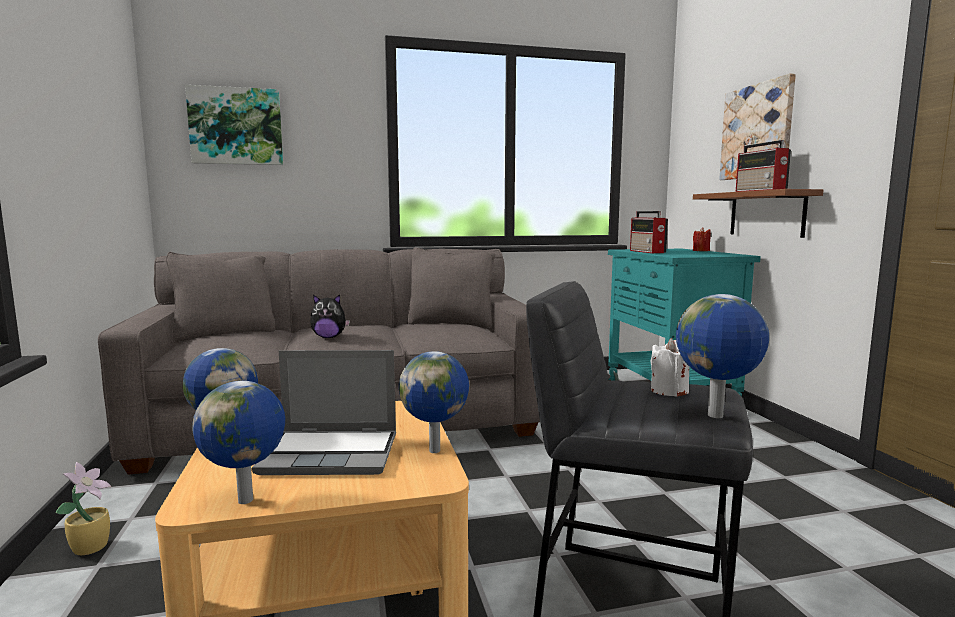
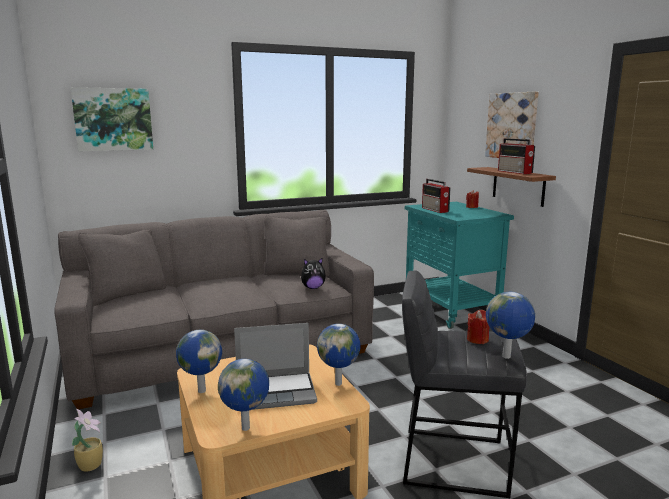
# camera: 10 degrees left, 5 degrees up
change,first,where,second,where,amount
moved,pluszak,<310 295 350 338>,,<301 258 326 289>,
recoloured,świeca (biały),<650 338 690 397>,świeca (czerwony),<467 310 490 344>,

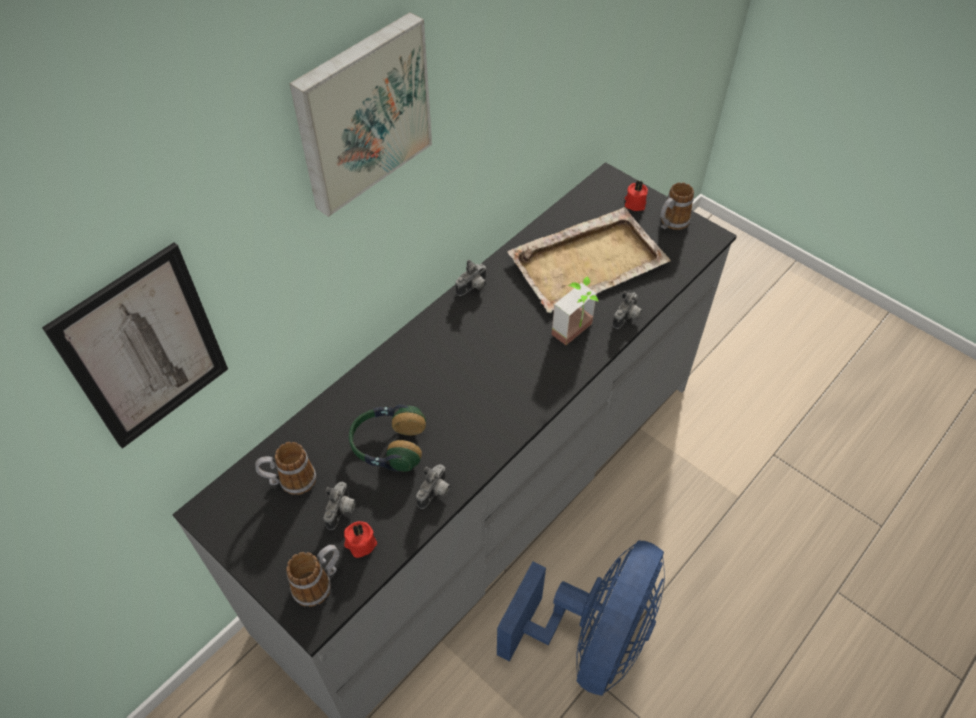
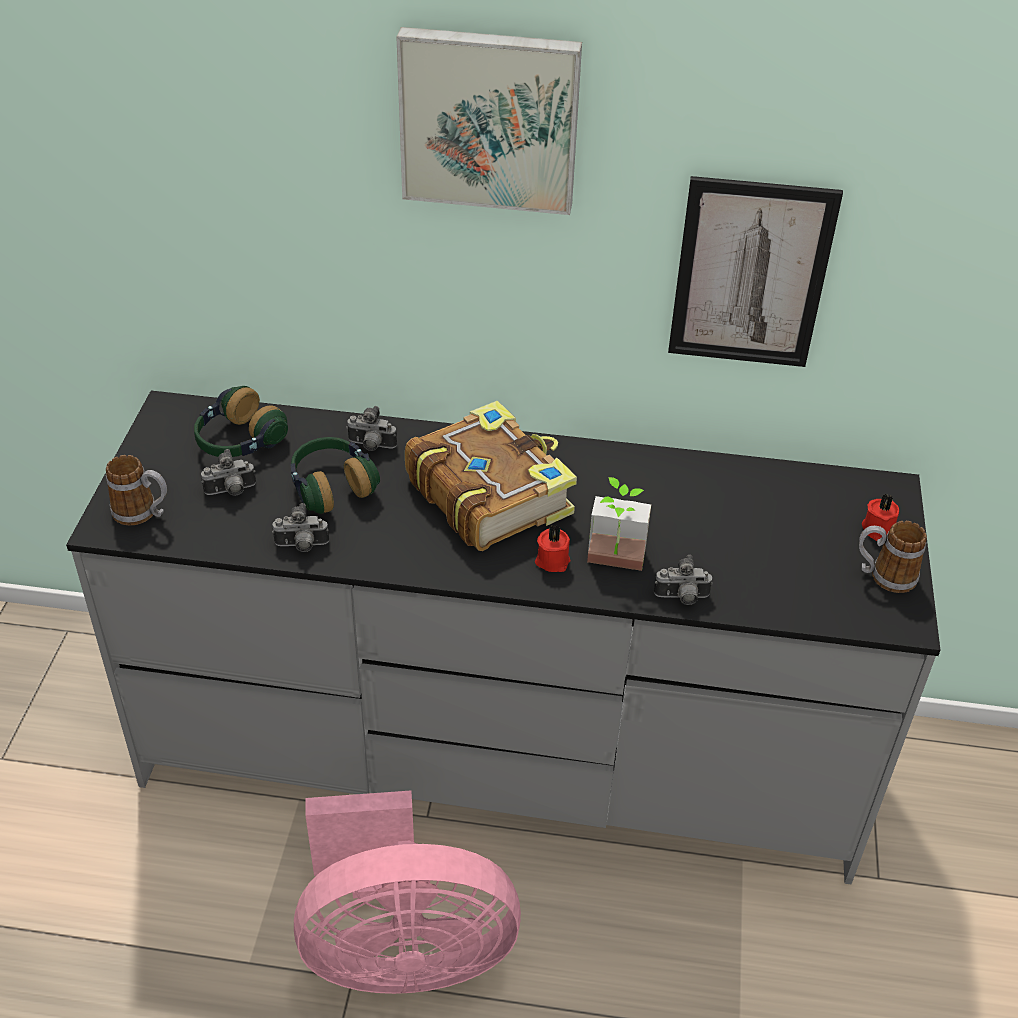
# camera: 55 degrees right, 10 degrees down
change,first,where,second,where,amount
removed,taca (beżowy),<508 207 671 313>,,,
moved,obraz,<42 242 228 449>,,<668 176 843 367>,
moved,aparat fotograficzny,<456 260 487 296>,,<346 406 397 451>,
replaced,kubek,<255 442 316 495>,słuchawki,<194 386 288 457>,
moved,świeca (czerwony),<344 521 377 558>,,<535 525 570 572>,
recoloured,wentylator (niebieski),<497 540 665 696>,wentylator (różowy),<294 790 521 994>,
added,,,książka,<405 400 577 551>,

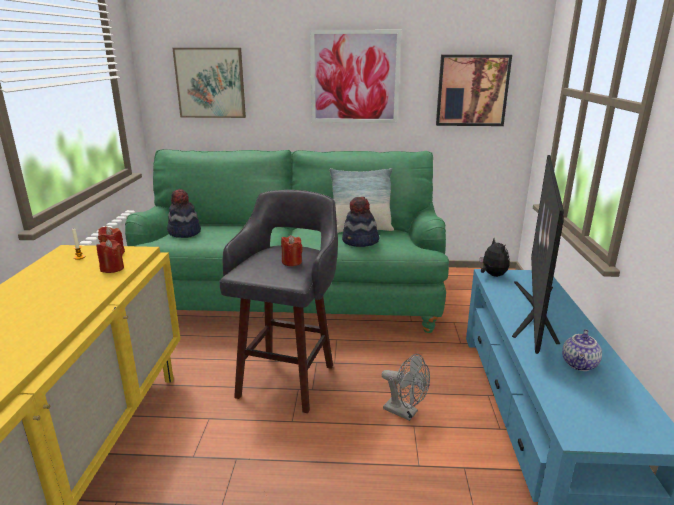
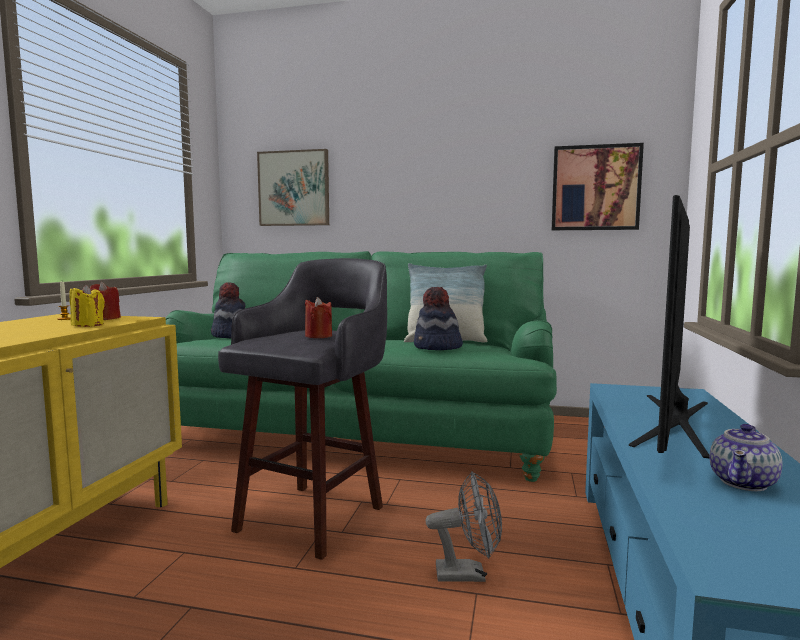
# camera: 10 degrees right, 15 degrees down
change,first,where,second,where,amount
removed,obraz,<310 30 401 123>,,,
removed,pluszak,<480 238 510 277>,,,
recoloured,świeca (czerwony),<97 239 124 273>,świeca (żółty),<69 285 105 327>,
turned,wentylator (szary),<381 354 430 421>,,<426 471 502 582>,45 degrees counterclockwise

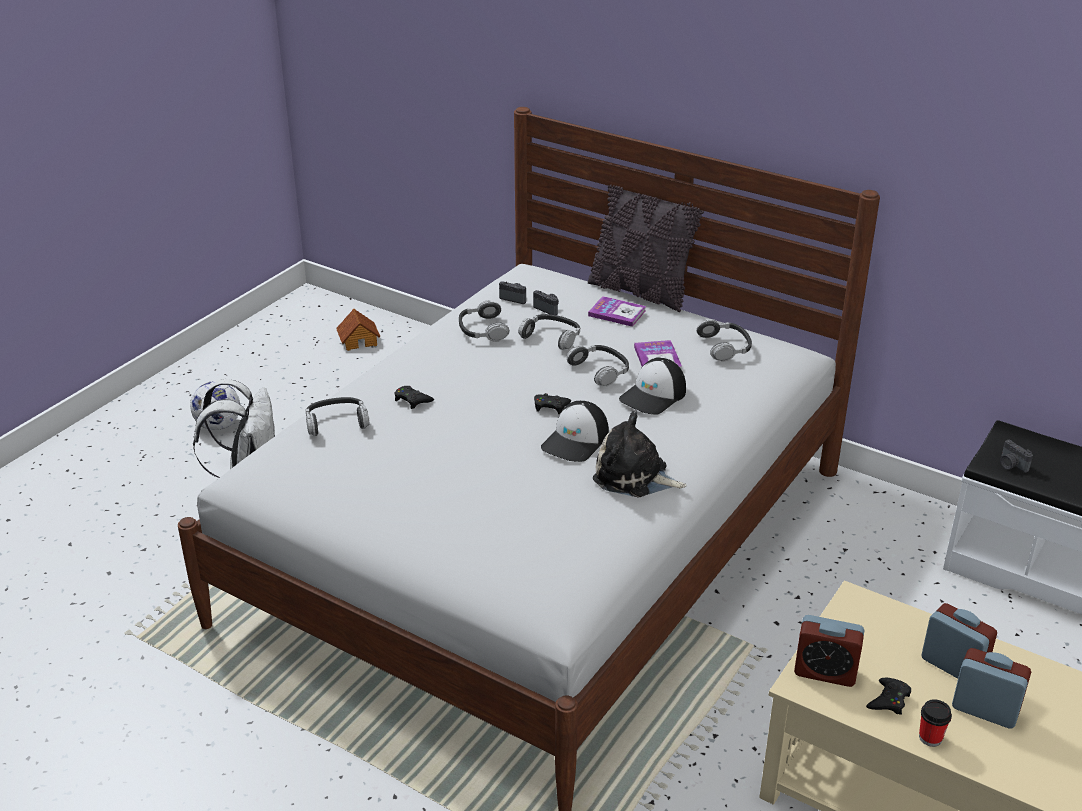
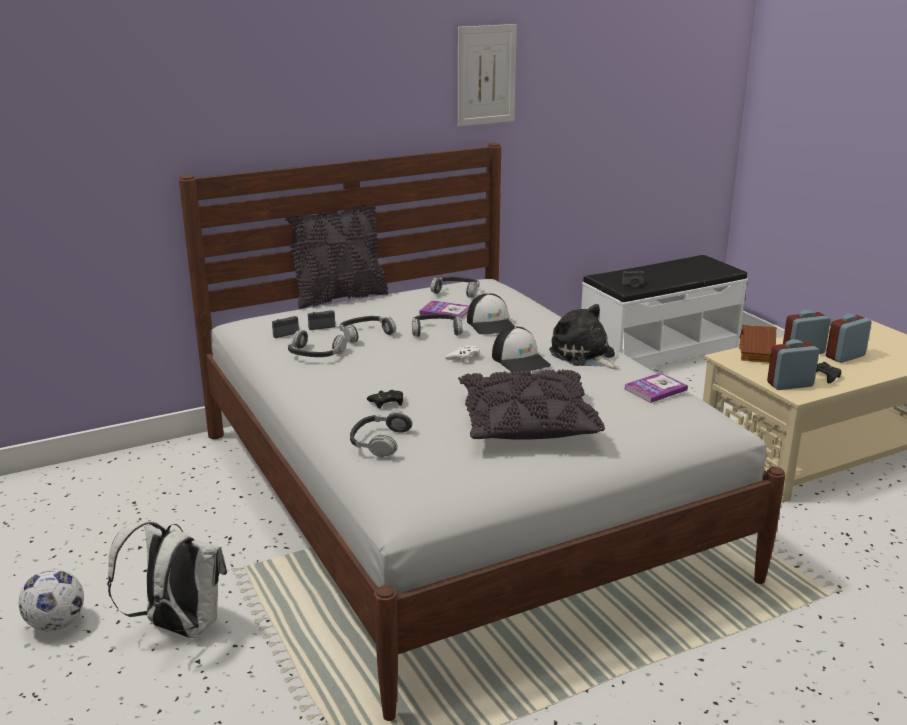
# camera: 60 degrees left, 10 degrees down
change,first,where,second,where,amount
moved,książka,<588 296 646 327>,,<624 372 688 403>,
moved,domek,<336 308 381 351>,,<739 325 777 363>,
recoloured,pad do gier (czarny),<534 393 571 414>,pad do gier (biały),<445 345 480 363>,
turned,pluszak,<593 411 687 497>,,<549 304 619 369>,90 degrees clockwise
turned,budzik,<794 615 865 687>,,<767 339 819 390>,150 degrees counterclockwise
removed,filiżanka,<919 699 952 747>,,,
added,,,obraz,<458 24 517 126>,
added,,,poduszka (czarny),<458 369 605 440>,

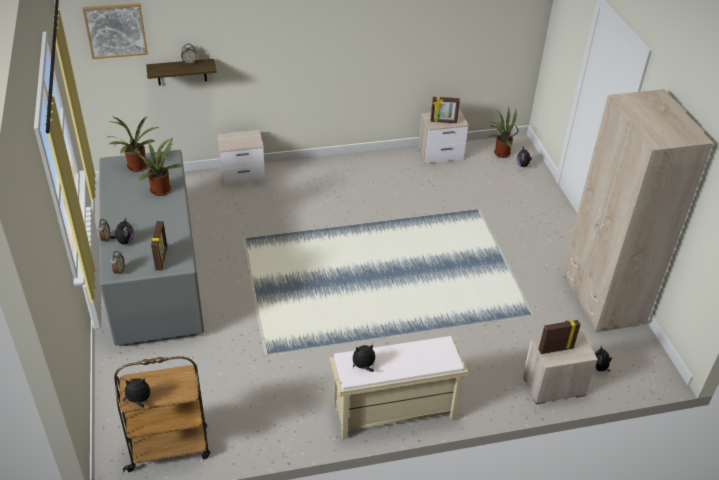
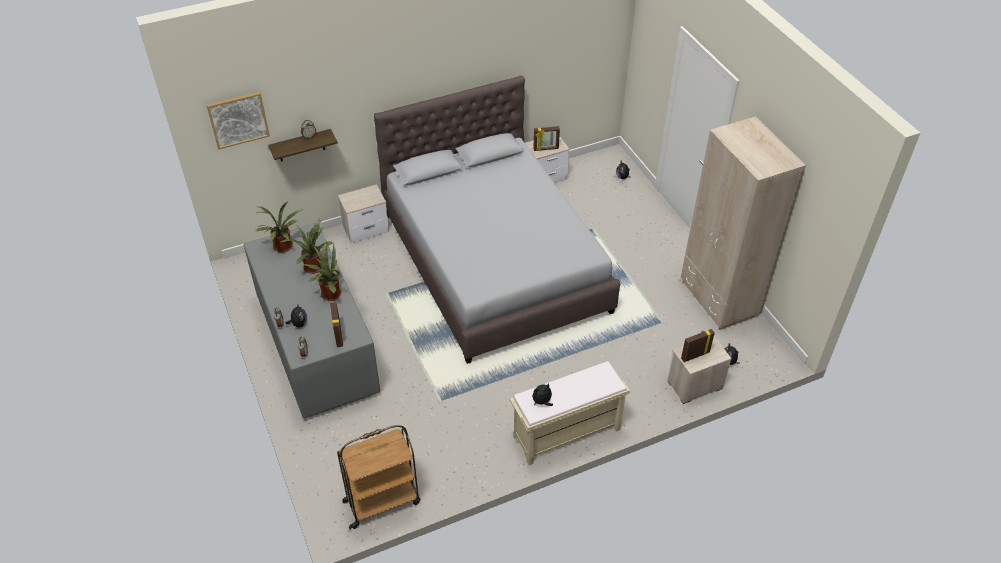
# camera: 10 degrees left, 5 degrees up
change,first,where,second,where,amount
moved,roślina doniczkowa,<488 106 519 158>,,<303 243 341 301>,
removed,pluszak,<122 378 150 408>,,,
added,,,łóżko (szary),<374 76 620 364>,

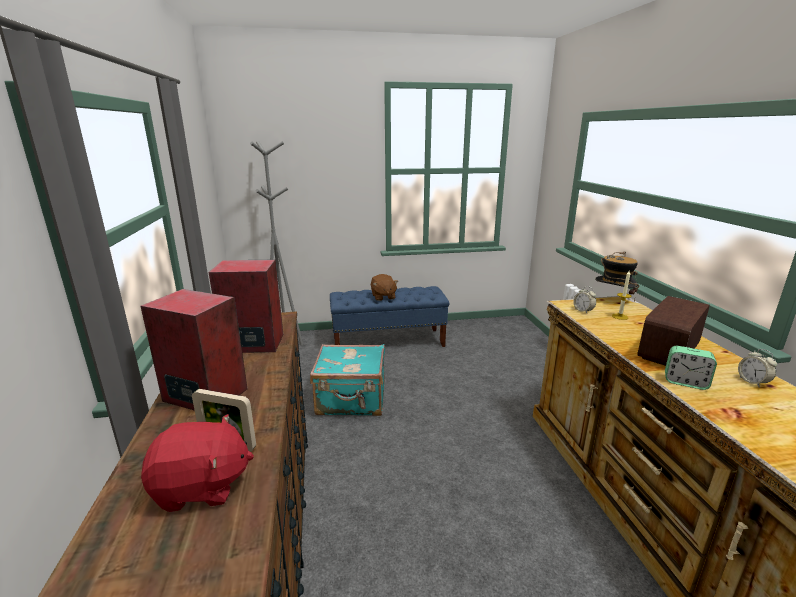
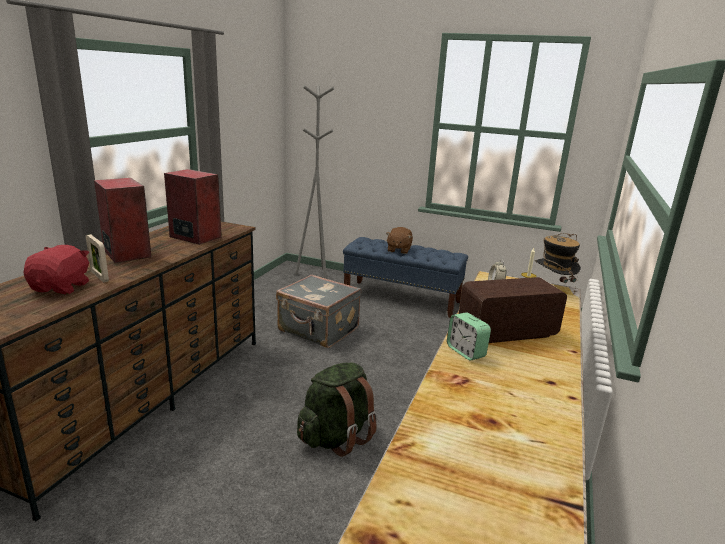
# camera: 30 degrees right, 0 degrees up
change,first,where,second,where,amount
recoloured,walizka (turkusowy),<310 344 385 416>,walizka (szary),<276 274 361 348>,
removed,budzik,<738 349 777 387>,,,
turned,pluszak (czerwony),<141 414 254 512>,,<23 245 89 295>,105 degrees counterclockwise
added,,,plecak (zielony),<297 362 377 457>,

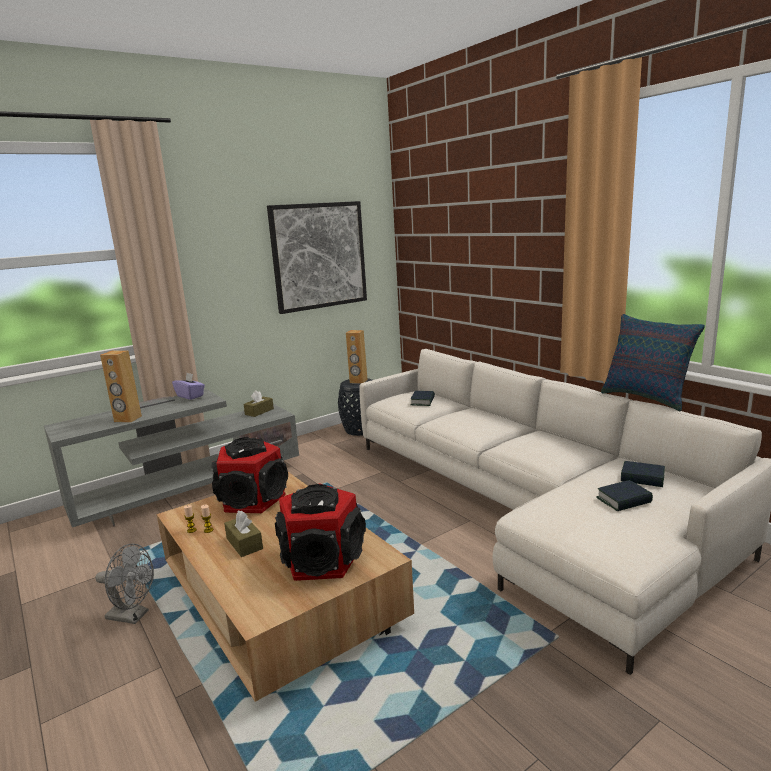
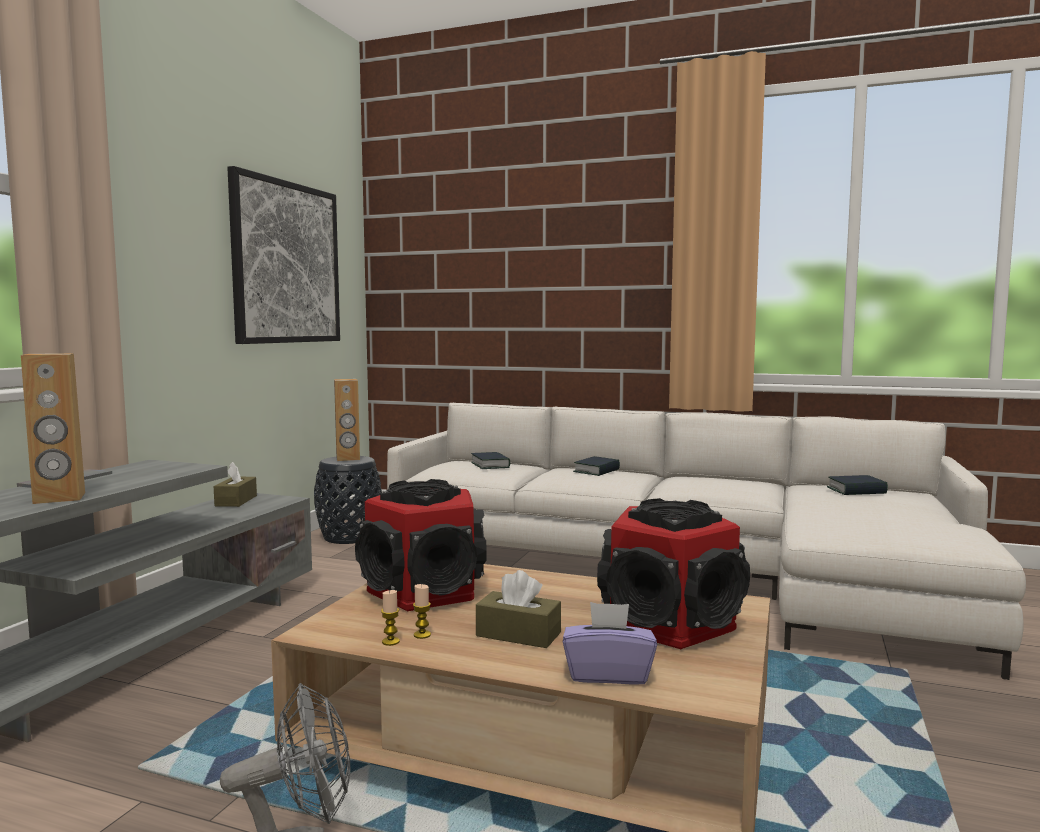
# camera: 35 degrees left, 10 degrees down
change,first,where,second,where,amount
removed,poduszka (niebieski),<601 314 705 411>,,,
moved,pudełko chusteczek (fioletowy),<172 373 205 400>,,<563 602 657 685>,
moved,książka,<596 480 653 511>,,<573 456 620 476>,

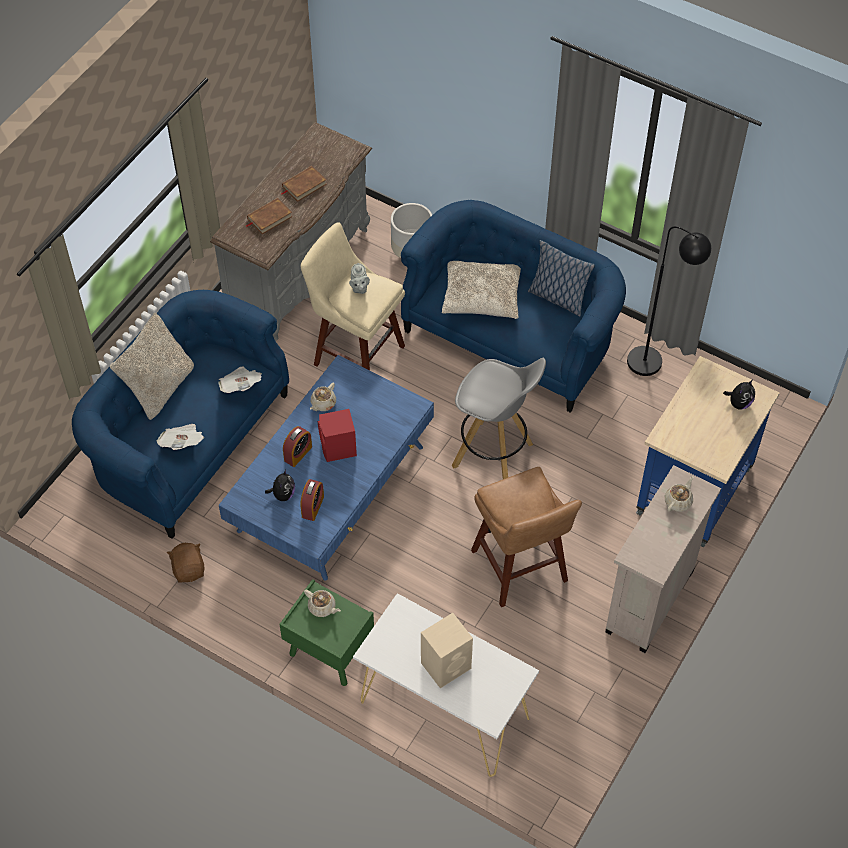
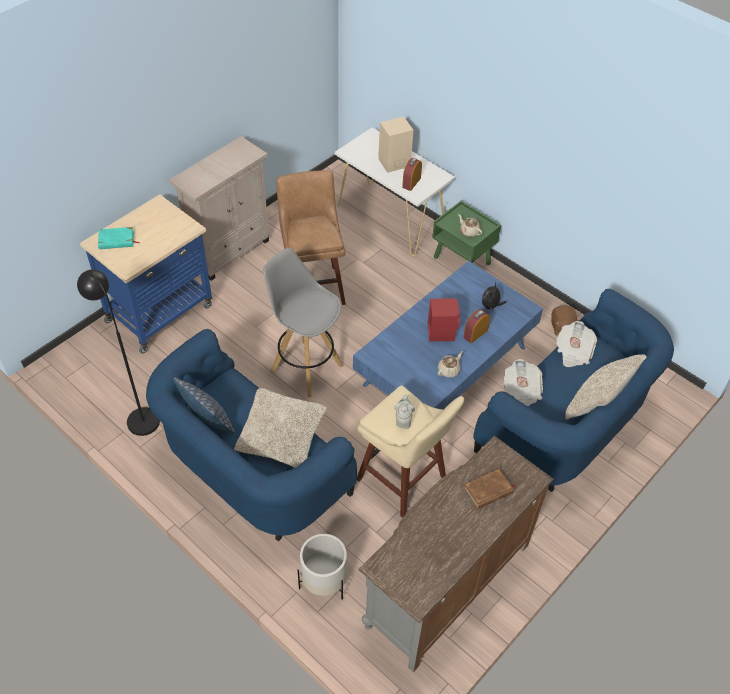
# camera: 170 degrees left, 5 degrees down
change,first,where,second,where,amount
removed,książka (brązowy),<281 166 326 202>,,,
replaced,pluszak,<723 380 755 410>,książka (turkusowy),<98 227 140 249>,
removed,imbryk (beżowy),<665 476 693 512>,,,
moved,budzik,<300 479 324 521>,,<402 158 422 191>,

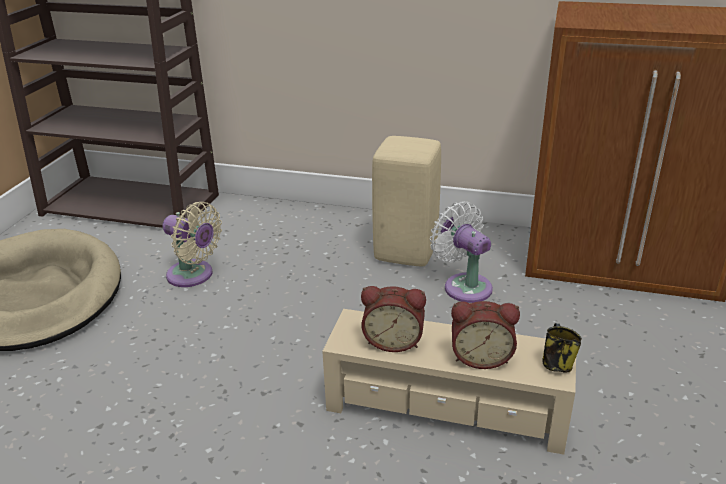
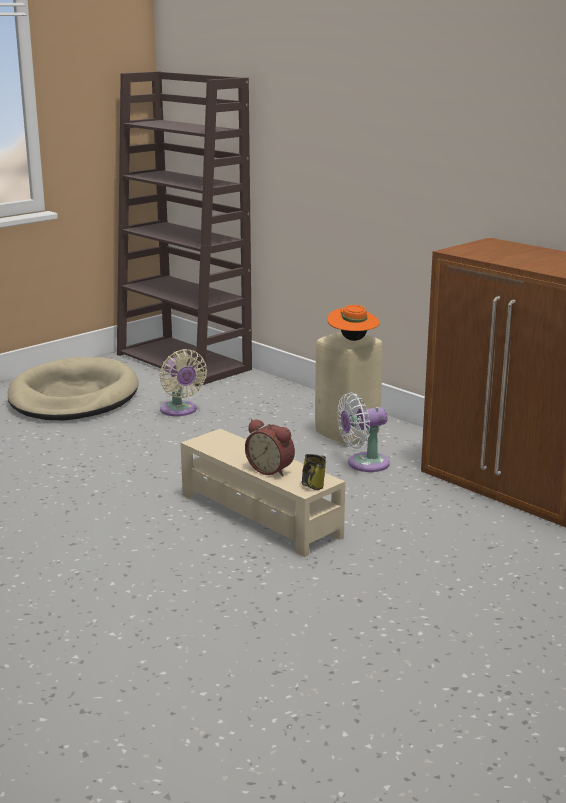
# camera: 30 degrees right, 10 degrees down
change,first,where,second,where,amount
turned,wentylator (biały),<430 201 493 303>,,<337 392 390 472>,105 degrees counterclockwise
removed,budzik,<361 286 426 352>,,,
added,,,kapelusz (pomarańczowy),<327 305 380 341>,

